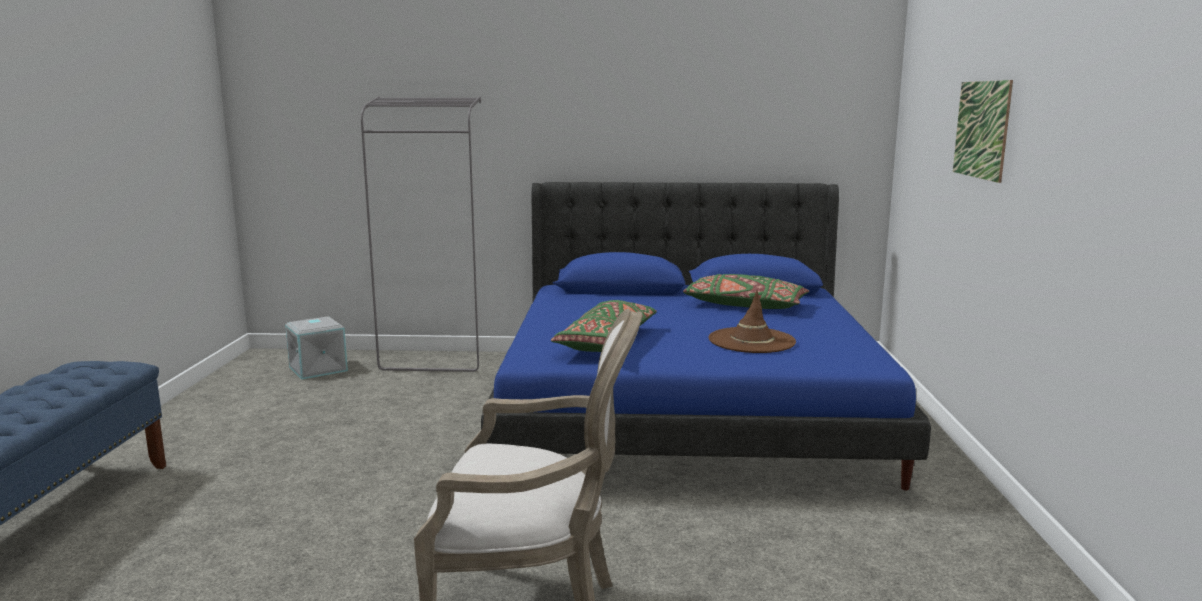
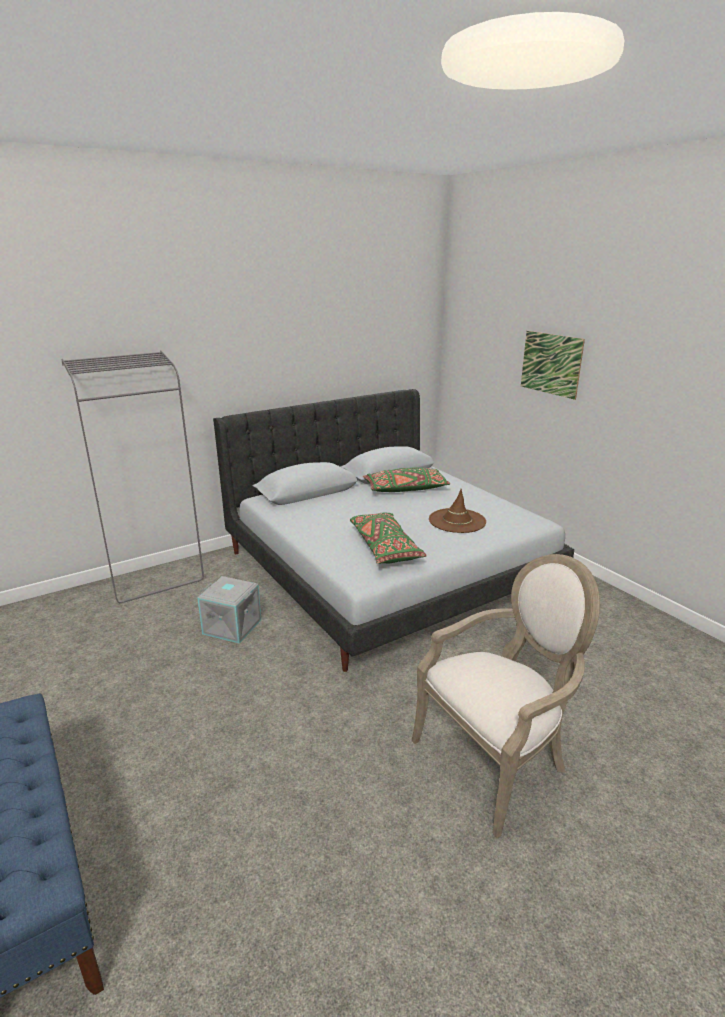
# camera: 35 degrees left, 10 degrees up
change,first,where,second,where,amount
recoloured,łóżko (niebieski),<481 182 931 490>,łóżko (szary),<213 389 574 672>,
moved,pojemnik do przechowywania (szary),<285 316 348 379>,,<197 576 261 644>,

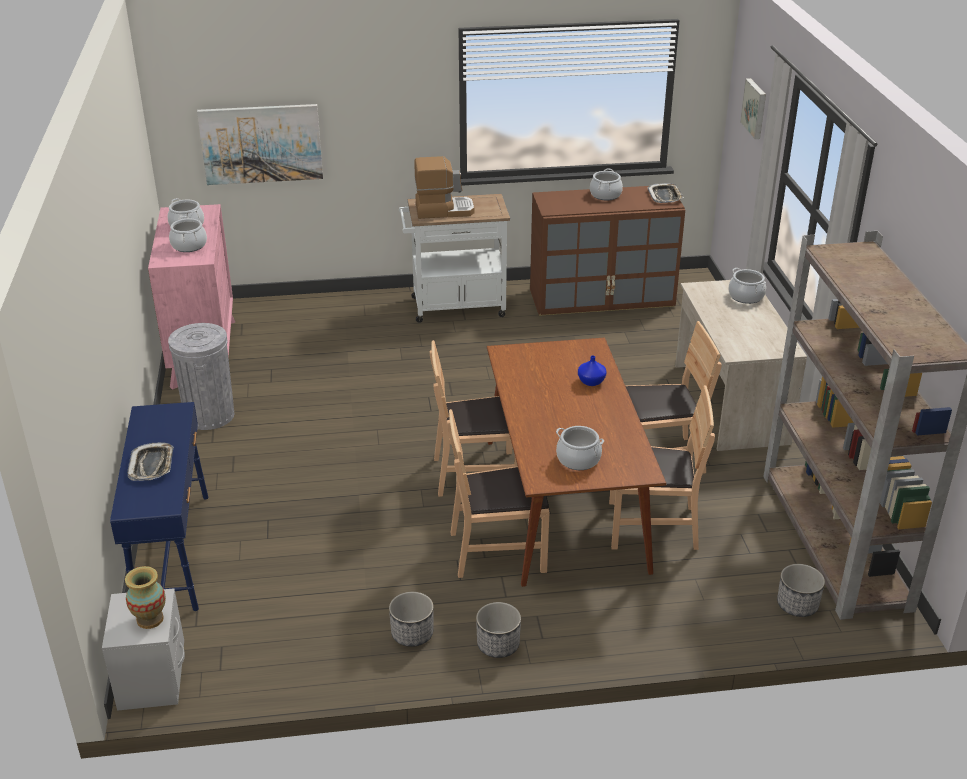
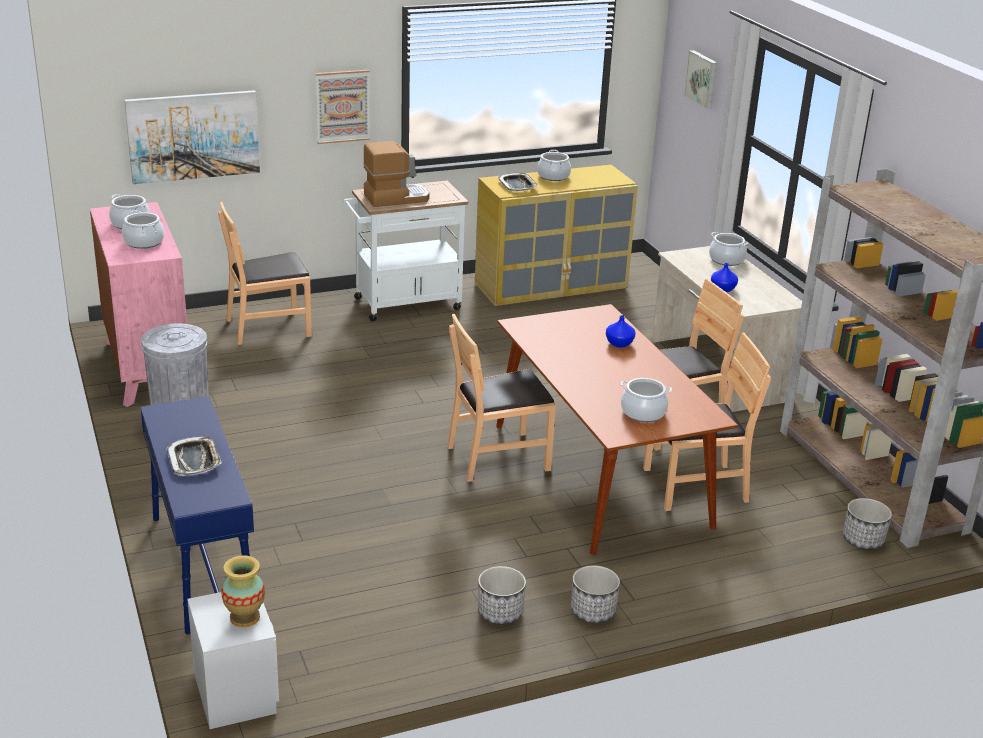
# camera: 15 degrees left, 5 degrees down
change,first,where,second,where,amount
moved,taca,<648 183 684 203>,,<498 172 538 191>,
recoloured,szafka (brązowy),<530 186 685 316>,szafka (żółty),<475 165 638 306>,
moved,krzesło (brązowy),<447 409 550 578>,,<218 201 312 345>,
added,,,obraz,<316 70 370 144>,
added,,,wazon (niebieski),<711 263 738 292>,

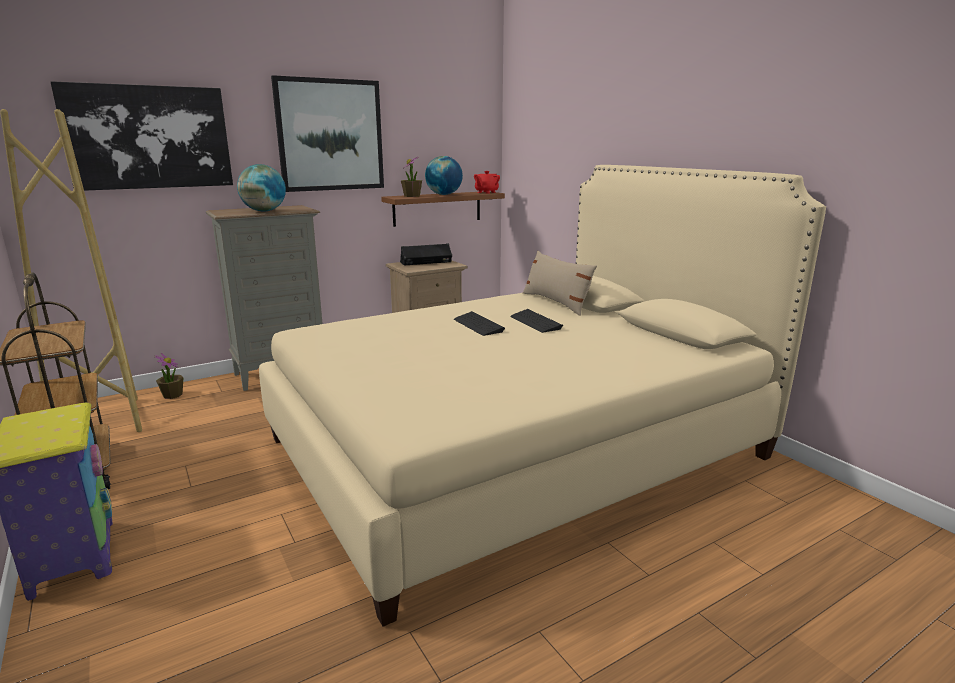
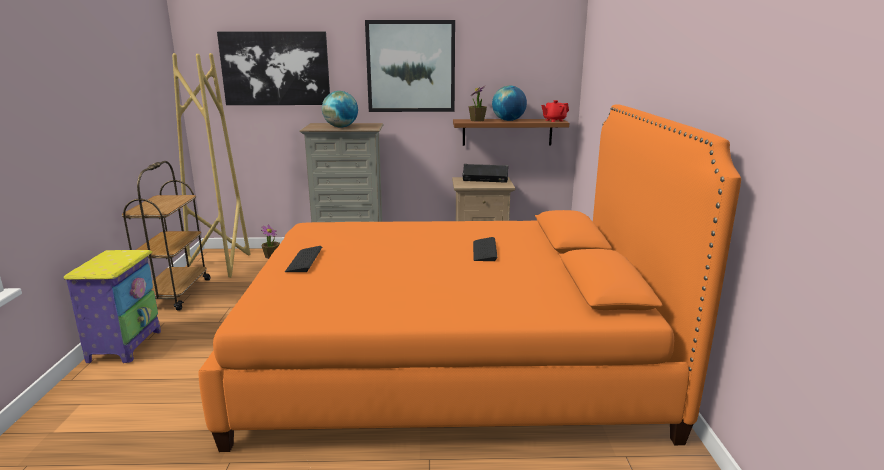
# camera: 30 degrees right, 0 degrees up
change,first,where,second,where,amount
recoloured,łóżko (beżowy),<259 165 826 627>,łóżko (pomarańczowy),<198 104 741 452>,
removed,poduszka (beżowy),<523 251 597 316>,,,
moved,klawiatura,<454 311 505 336>,,<285 246 322 272>,

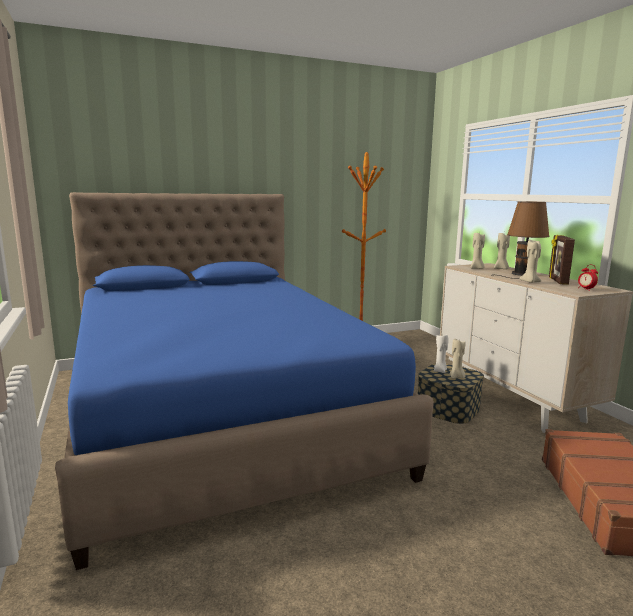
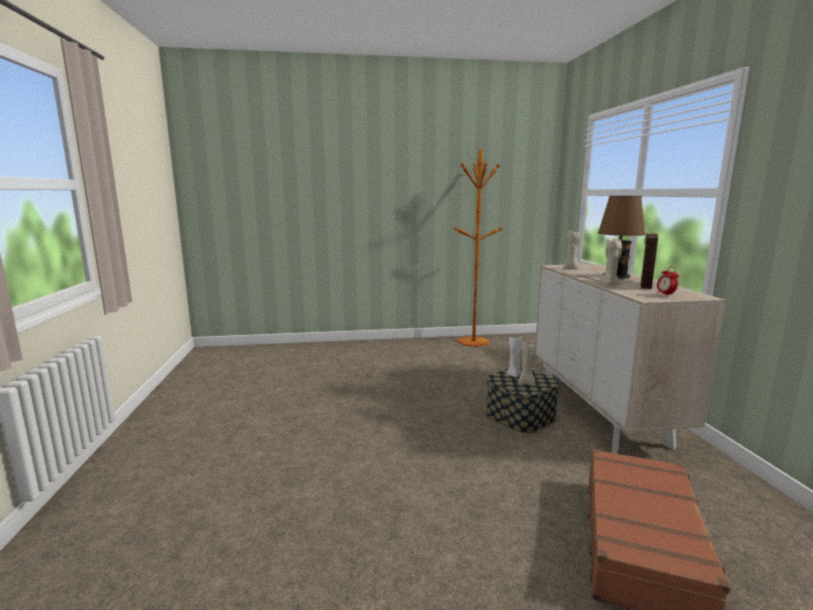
# camera: 15 degrees right, 0 degrees up
change,first,where,second,where,amount
removed,łóżko (niebieski),<55 192 434 570>,,,
removed,świeca (beżowy),<494 232 510 269>,,,

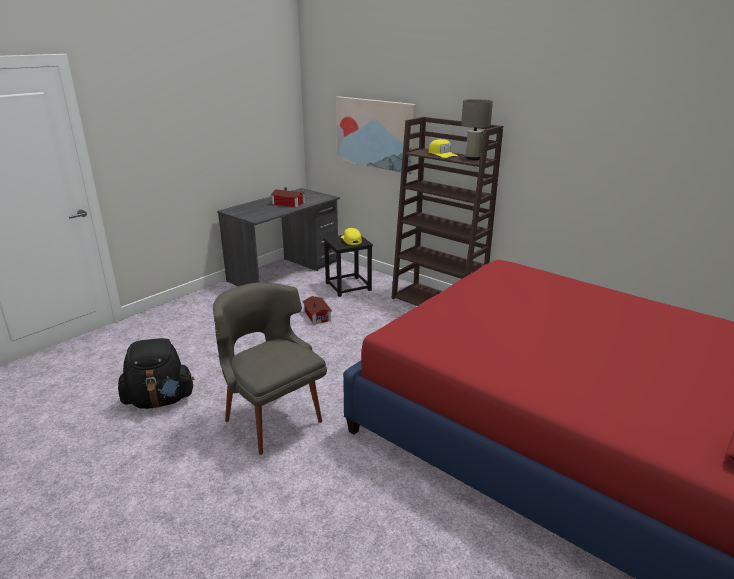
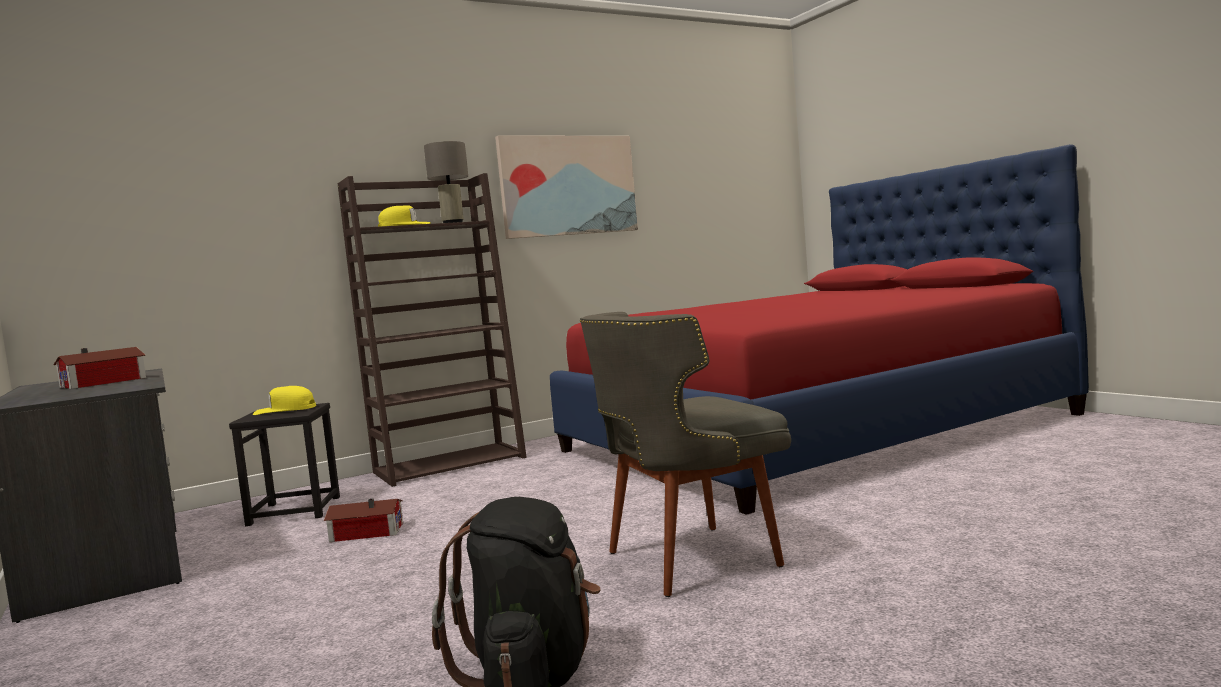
# camera: 70 degrees left, 20 degrees down
change,first,where,second,where,amount
moved,obraz,<336 96 416 175>,,<495 135 638 239>,

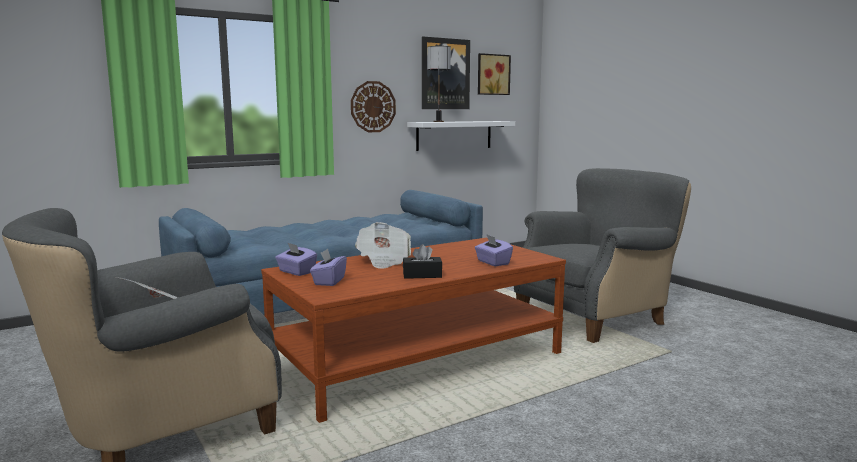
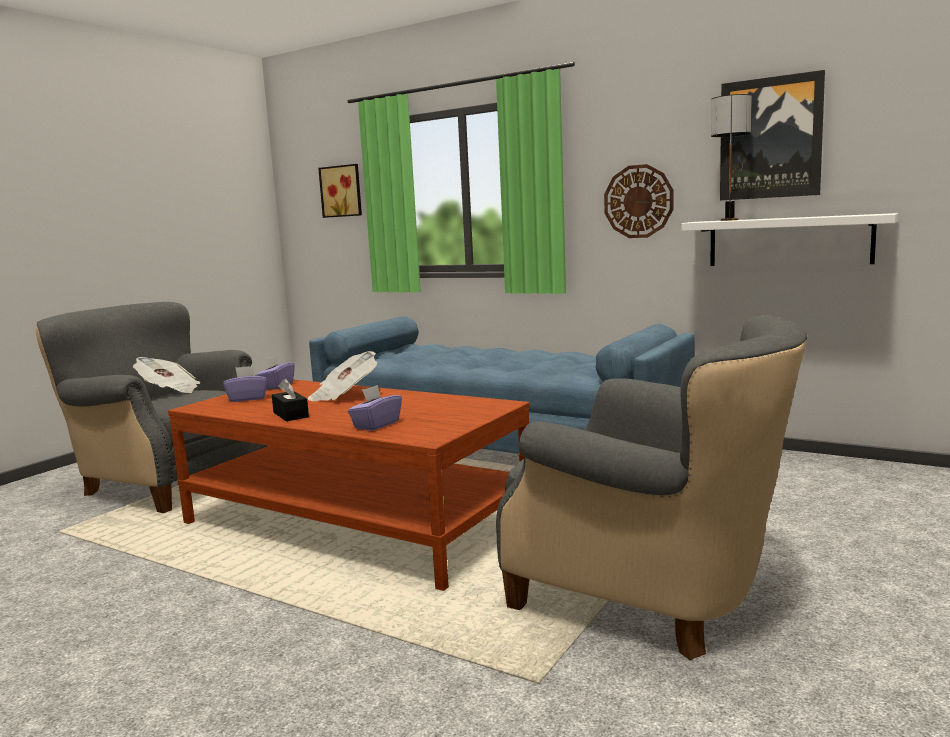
# camera: 65 degrees right, 0 degrees up
change,first,where,second,where,amount
moved,obraz,<478 53 511 95>,,<318 164 362 218>,

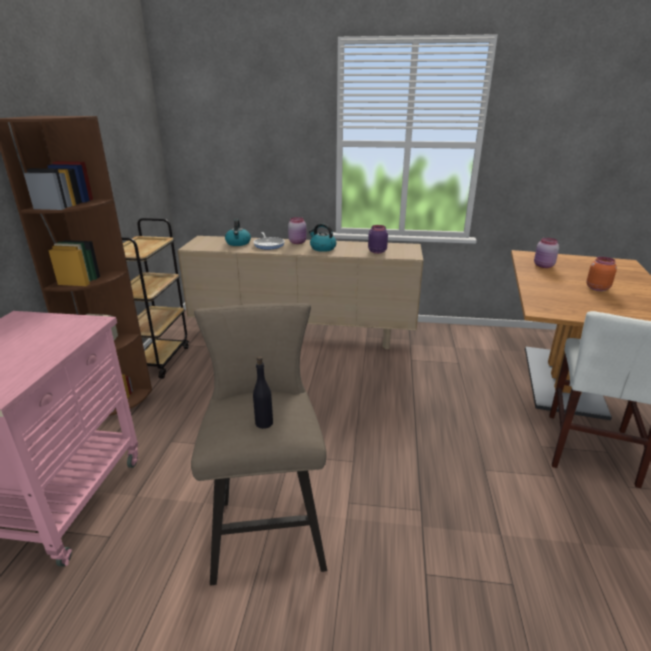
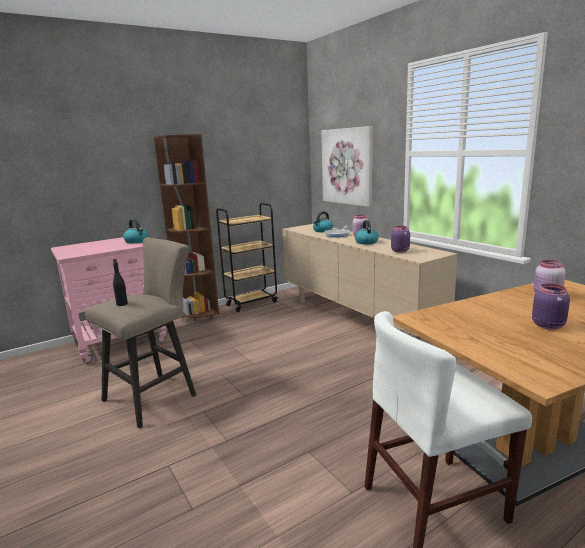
# camera: 50 degrees right, 10 degrees down
change,first,where,second,where,amount
recoloured,słoik (pomarańczowy),<586 257 617 291>,słoik (fioletowy),<532 284 570 330>,
added,,,obraz,<321 126 373 207>,
added,,,czajnik,<123 219 149 243>,

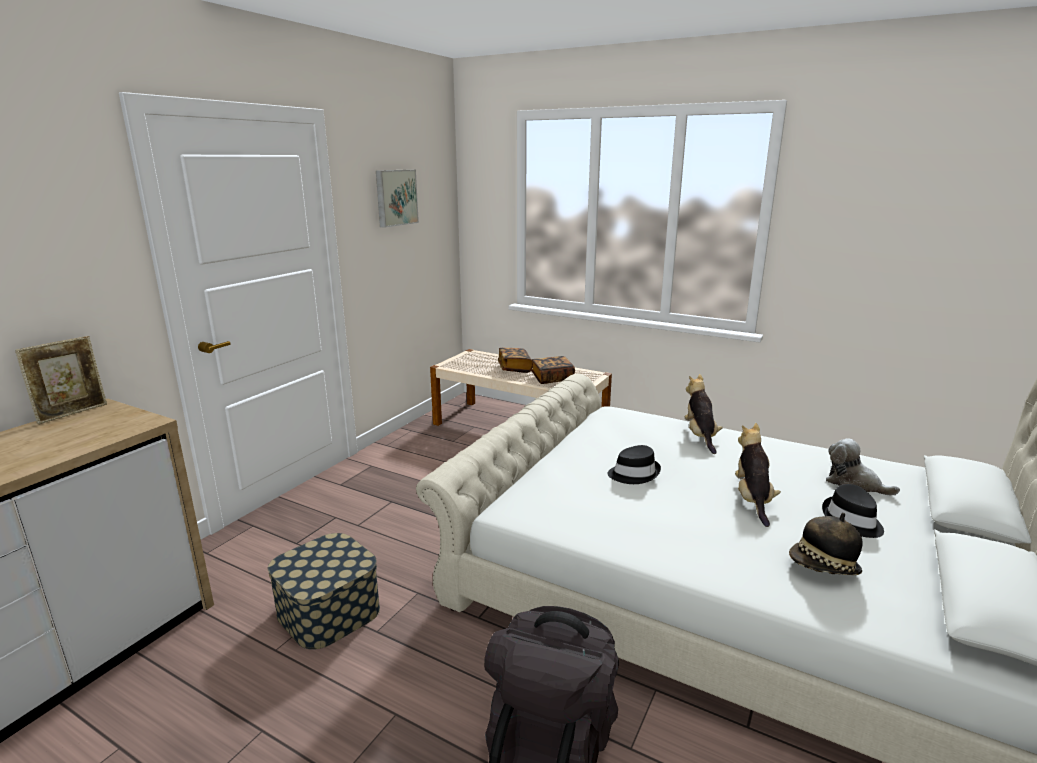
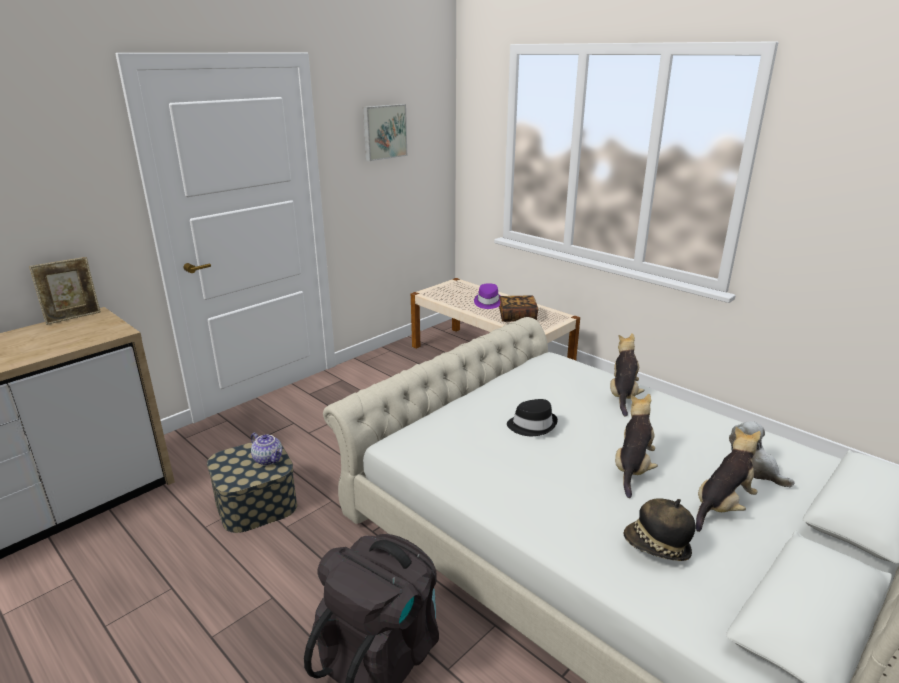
# camera: 15 degrees right, 5 degrees up
change,first,where,second,where,amount
replaced,książka,<498 348 533 373>,kapelusz (fioletowy),<474 283 500 309>,
replaced,kapelusz (czarny),<822 484 884 538>,pluszak,<696 427 761 532>,
added,,,imbryk,<251 433 282 466>,

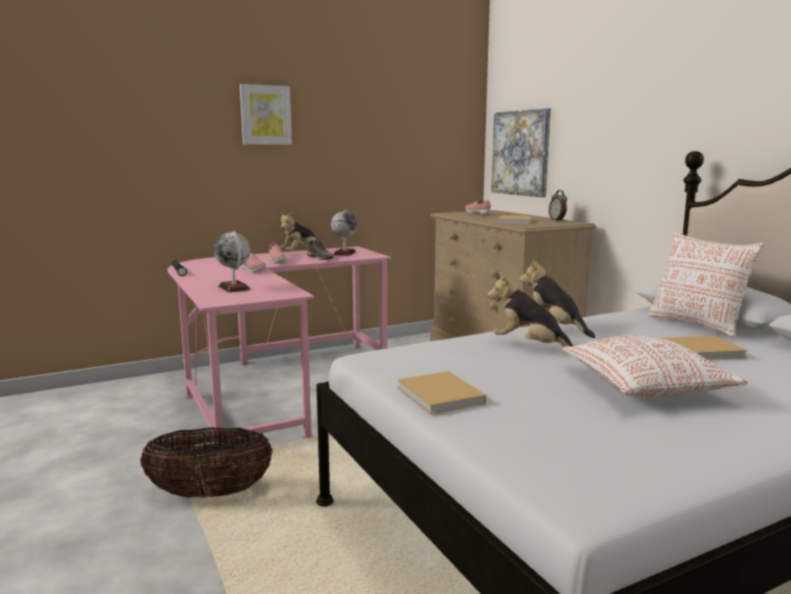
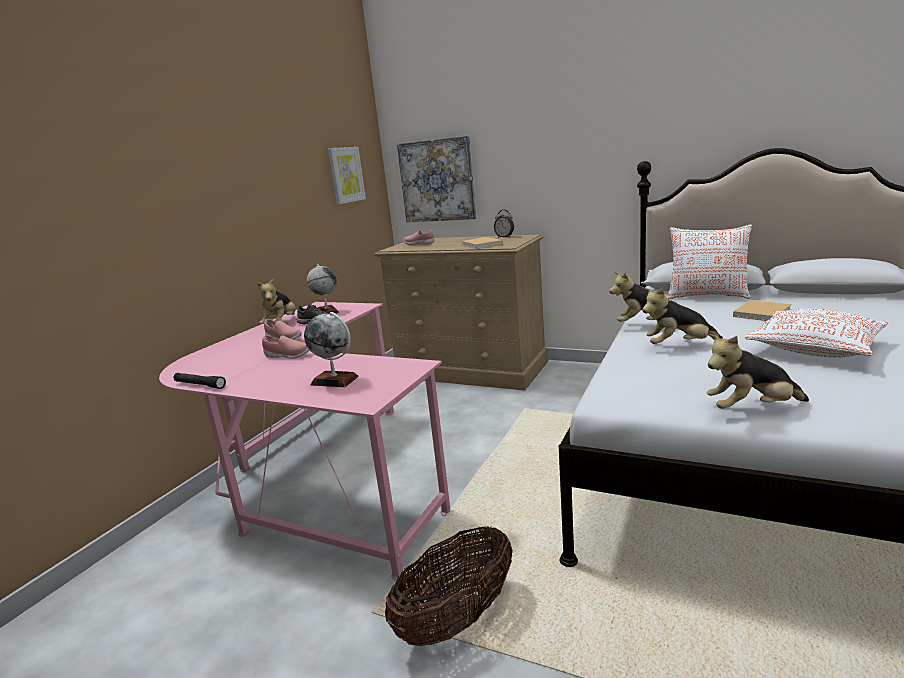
# camera: 35 degrees left, 5 degrees up
change,first,where,second,where,amount
moved,obraz,<240 84 292 145>,,<328 147 366 204>,
replaced,książka (beżowy),<397 371 486 414>,pluszak,<707 334 809 409>,

